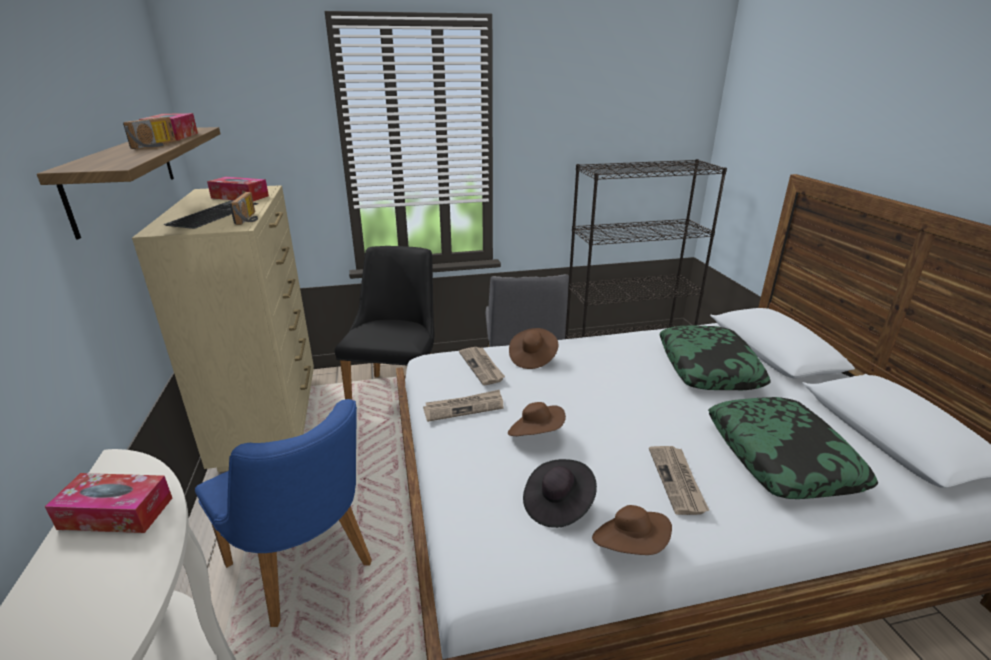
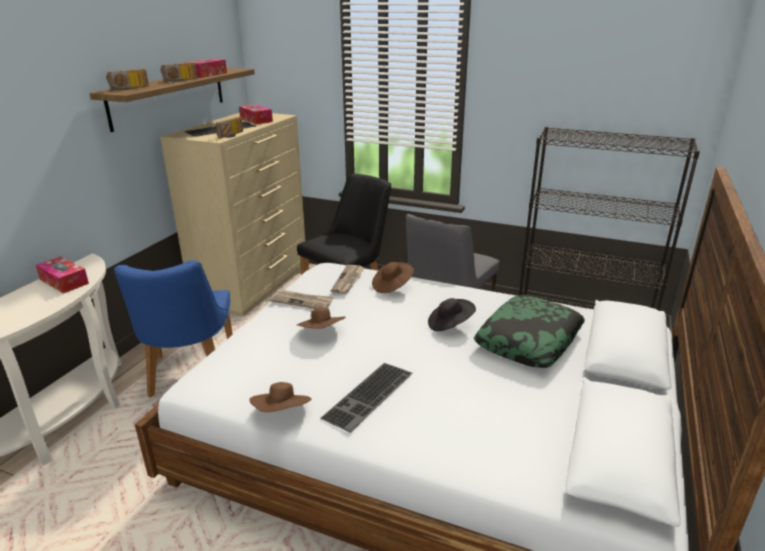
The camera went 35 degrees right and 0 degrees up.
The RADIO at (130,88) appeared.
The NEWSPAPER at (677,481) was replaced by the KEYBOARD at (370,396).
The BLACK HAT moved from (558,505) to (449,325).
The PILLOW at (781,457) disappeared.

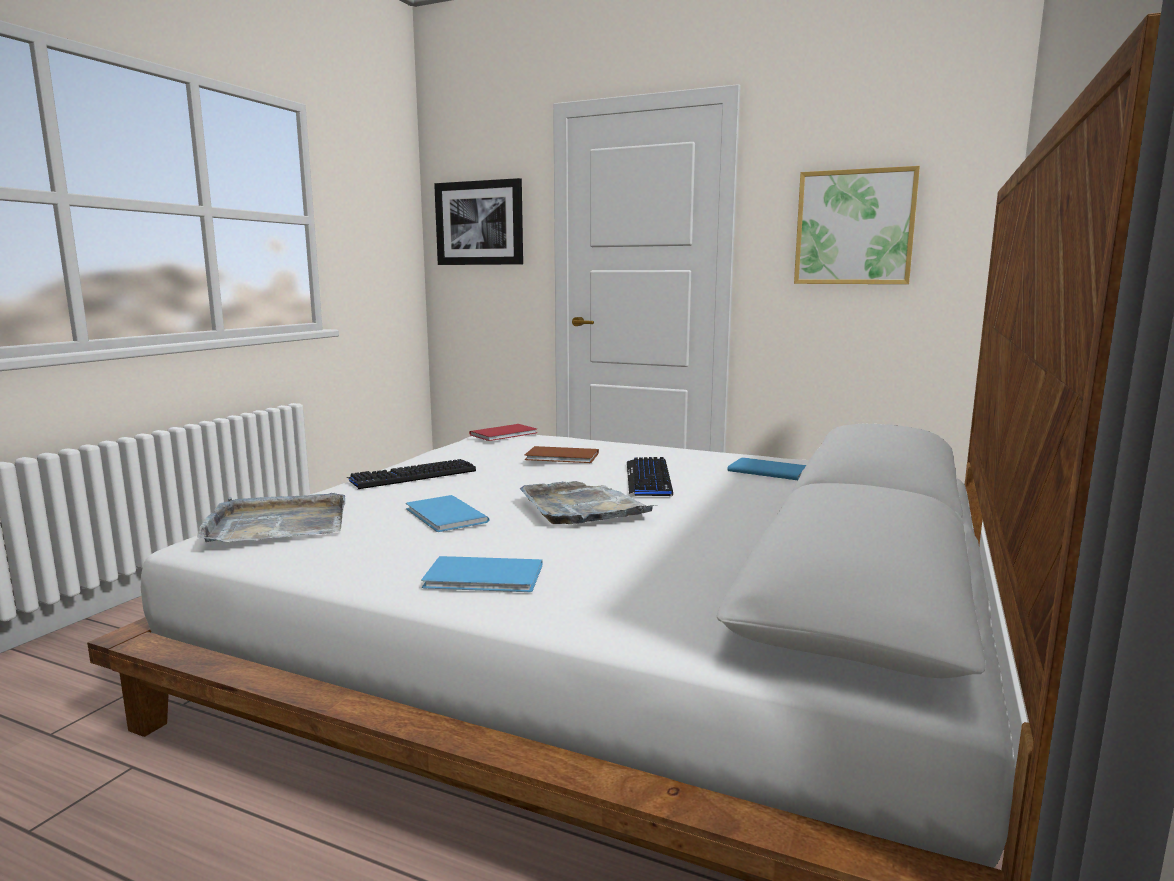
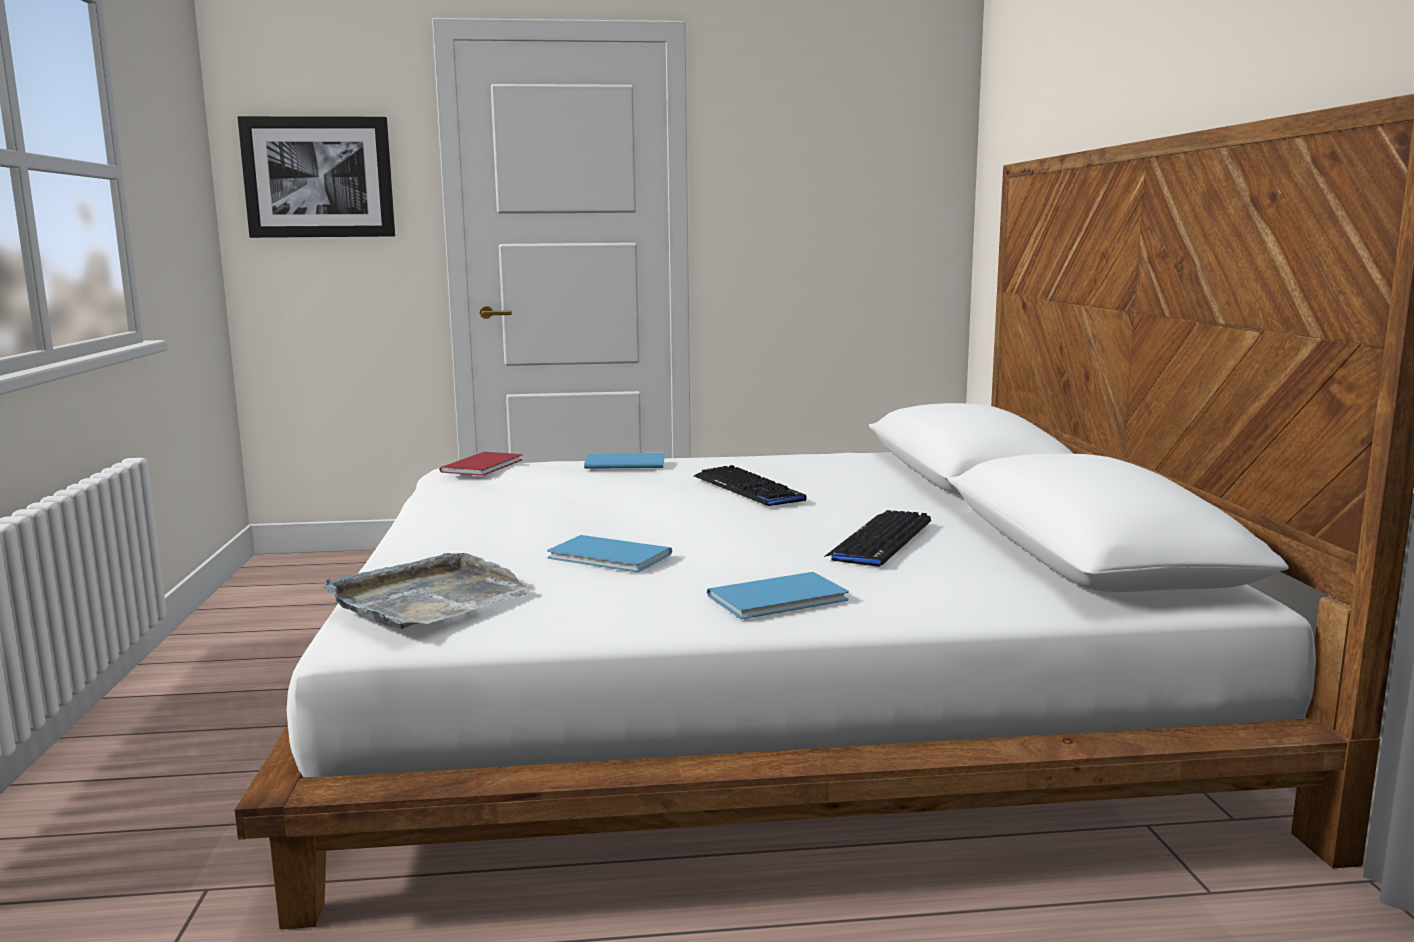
The camera went 30 degrees left and 0 degrees up.
The BLUE BOOK moved from (766,470) to (623,463).
The KEYBOARD moved from (412,476) to (880,540).
The GREY TRAY at (582,507) disappeared.
The BROWN BOOK at (563,457) disappeared.
The PICTURE at (854,227) disappeared.

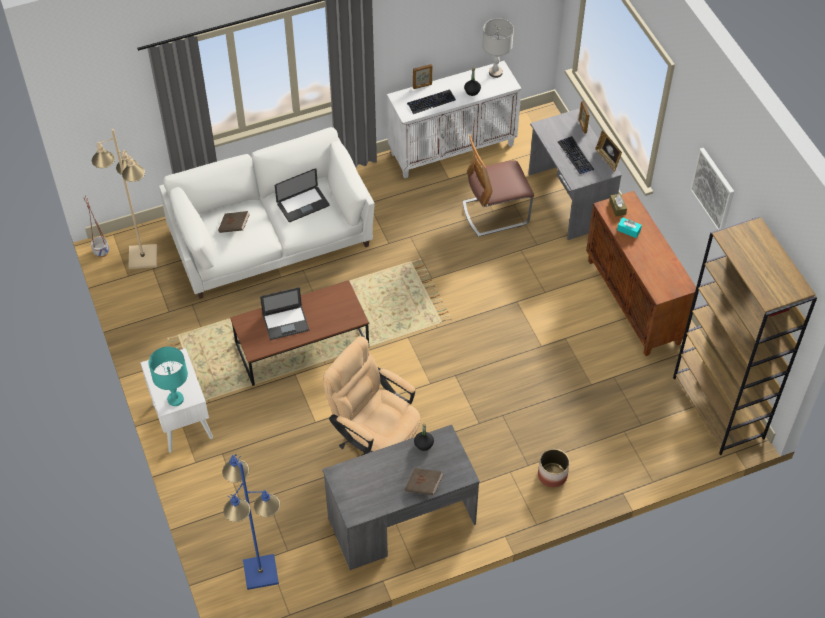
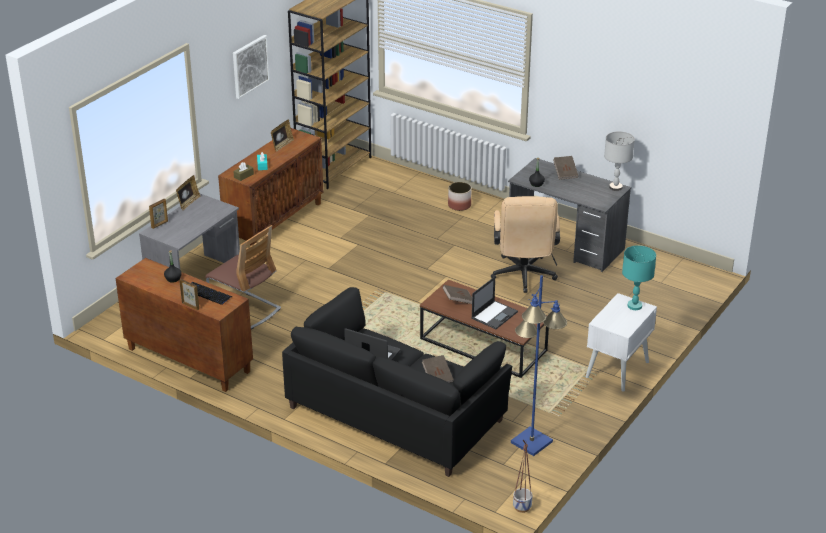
The camera went 125 degrees left and 20 degrees down.
The WHITE CABINET at (452,148) became the BROWN CABINET at (187,360).
The PICTURE FRAME at (282,145) appeared.
The WHITE SOFA at (270,239) became the BLACK SOFA at (396,413).
The BROWN BOOK at (458,300) appeared.
The LAPTOP at (286,322) turned 90 degrees clockwise.
The BLUE FLOOR LAMP moved from (261,572) to (531,442).
The GREY TABLE LAMP moved from (495,72) to (615,187).
The BEIGE FLOOR LAMP at (142,257) disappeared.
The KEYBOARD at (575,156) disappeared.

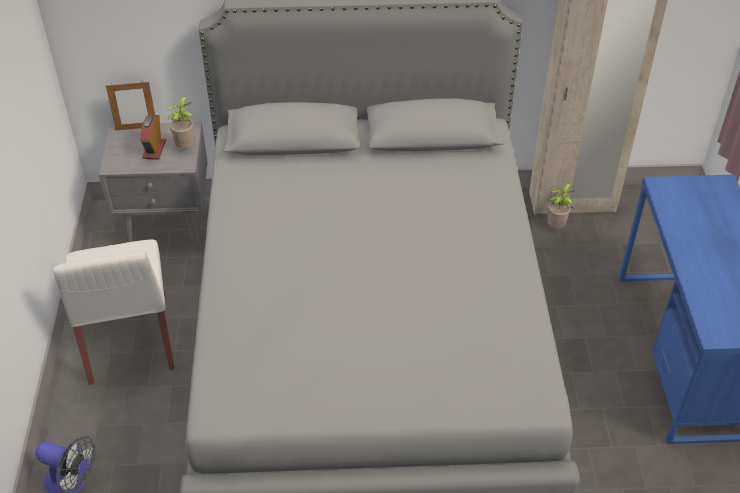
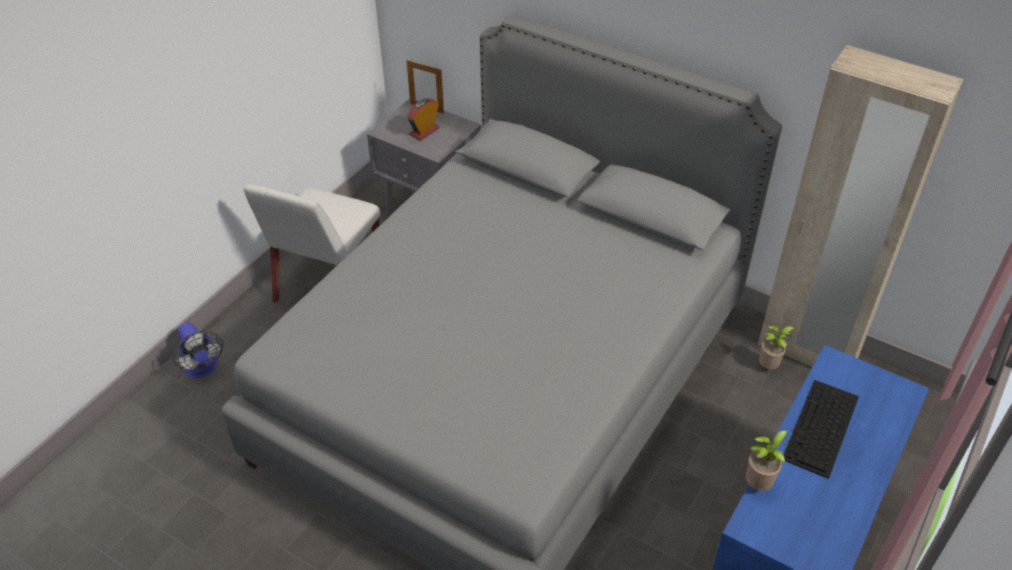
The camera went 35 degrees right and 0 degrees up.
The POTTED PLANT moved from (186,147) to (759,484).
The KEYBOARD at (821,428) appeared.

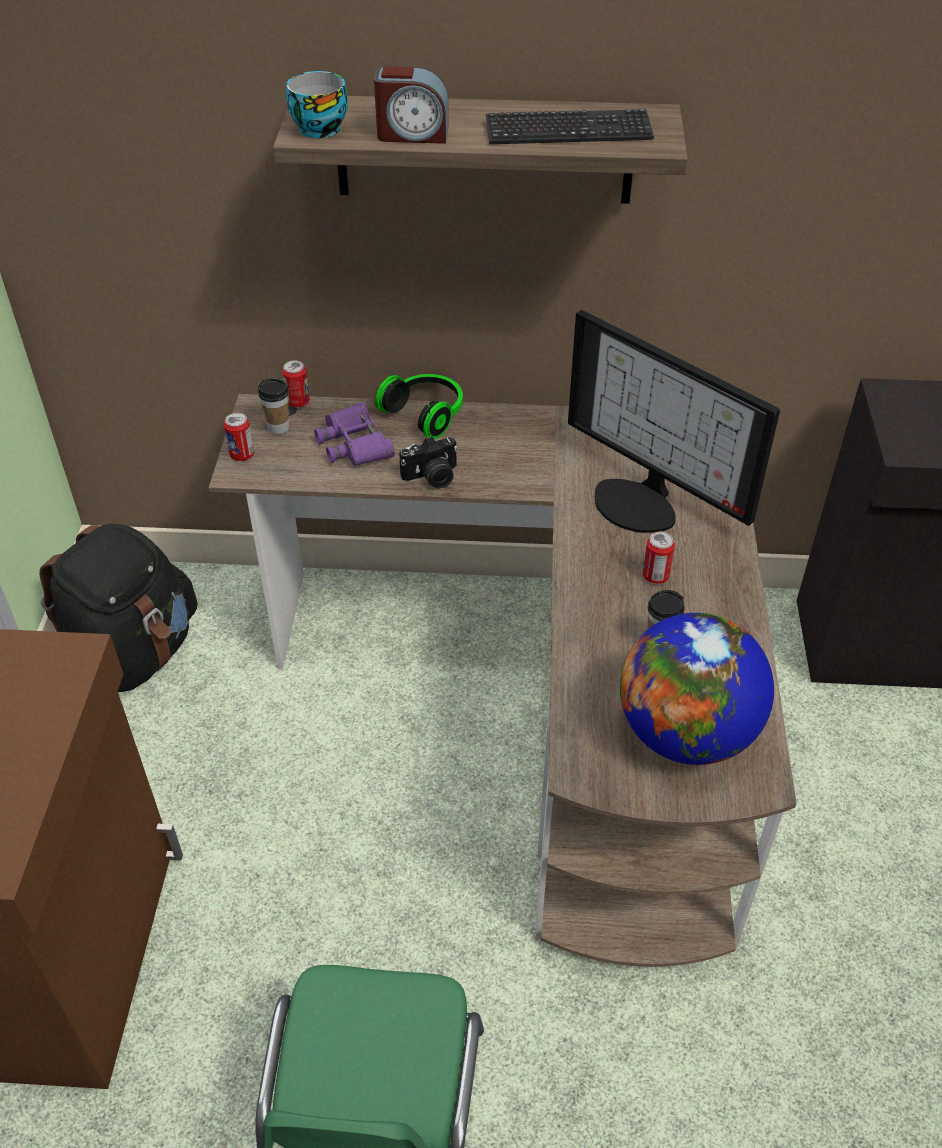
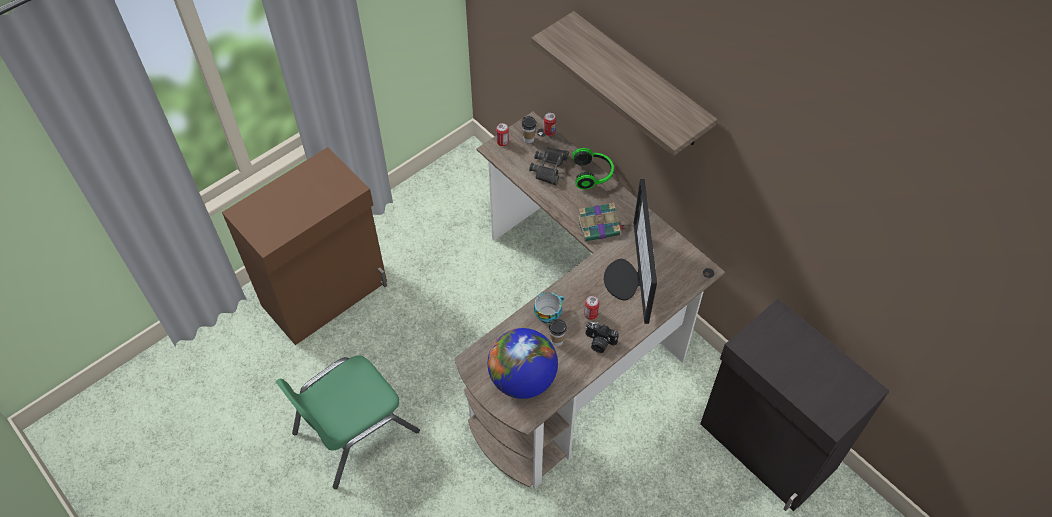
The camera went 45 degrees right and 10 degrees up.
The PURPLE BINOCULARS at (354,443) became the BLACK BINOCULARS at (549,168).
The CUP moved from (319,127) to (548,313).
The BOOK at (599,227) appeared.
The PHOTO CAMERA moved from (432,477) to (599,342).
The BLACK BACKPACK at (133,657) disappeared.
The ALARM CLOCK at (412,134) disappeared.
The KEYBOARD at (568,131) disappeared.

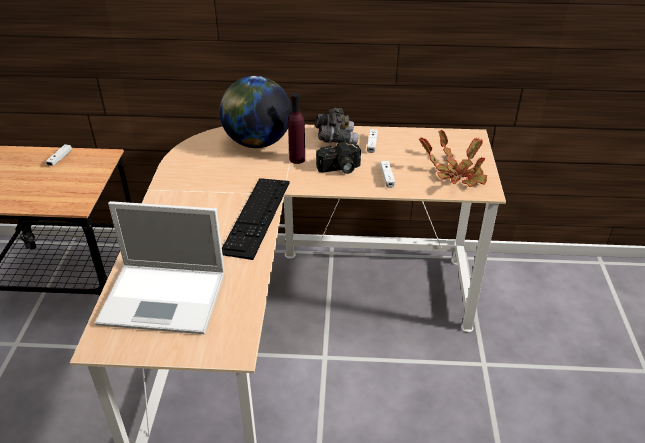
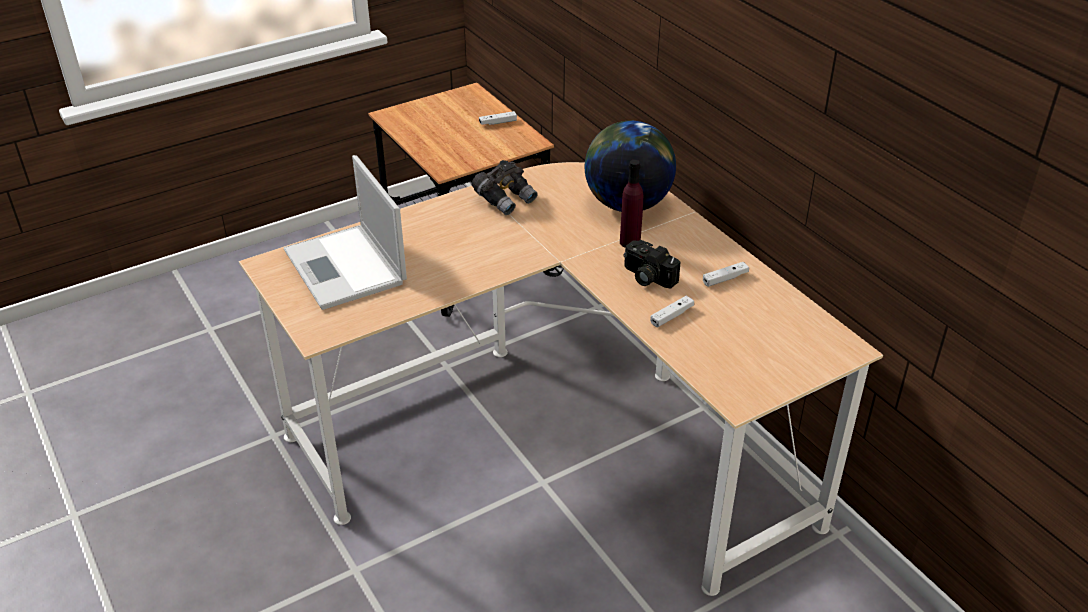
The camera went 55 degrees right and 0 degrees up.
The GREY BINOCULARS moved from (335,138) to (505,199).
The KEYBOARD at (256,216) disappeared.
The POTTED PLANT at (457,174) disappeared.

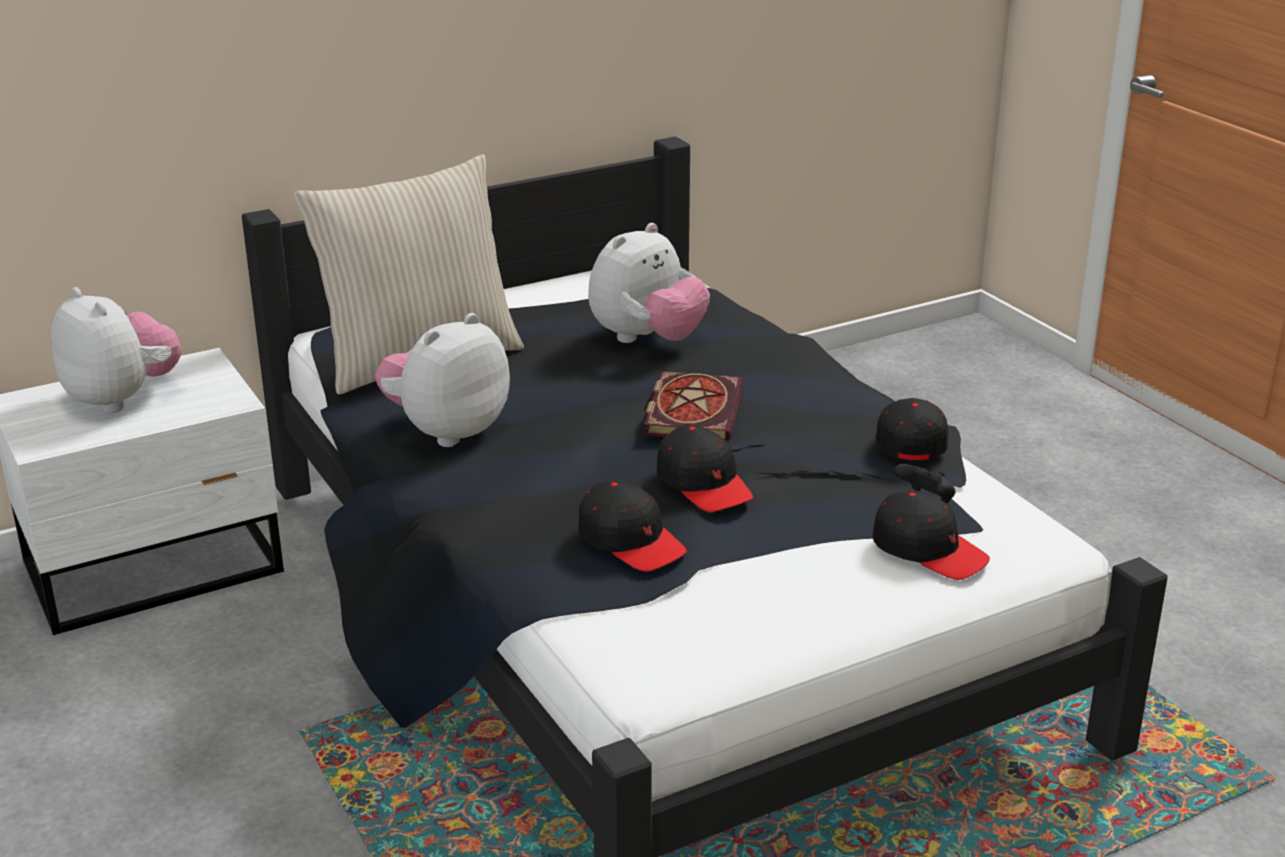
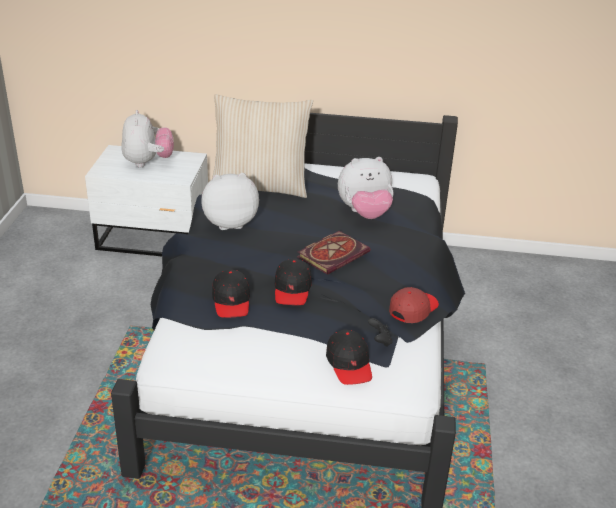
The camera went 35 degrees right and 5 degrees up.
The BLACK CAP at (909,439) became the RED CAP at (413,309).

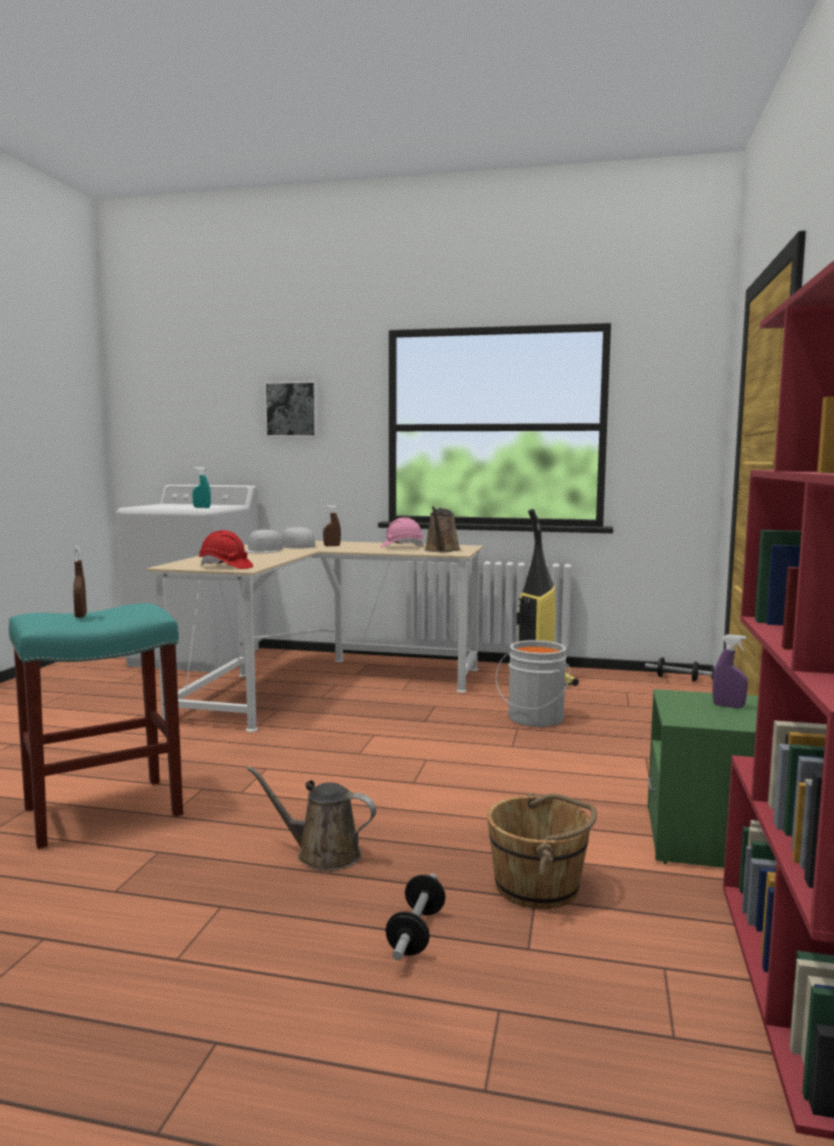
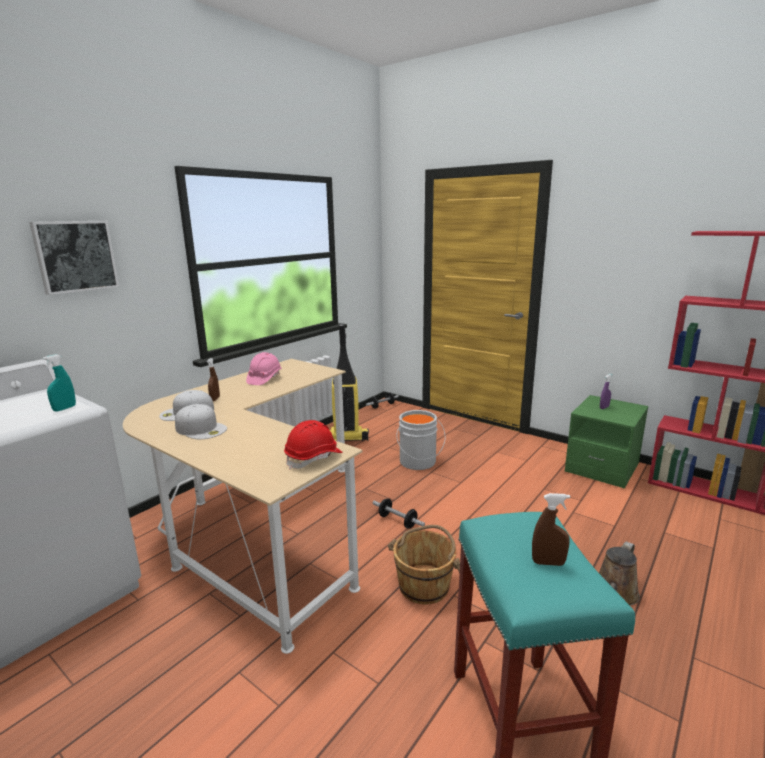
The camera went 65 degrees left and 10 degrees up.
The DUMBBELL moved from (416,933) to (397,521).
The BROWN BUCKET moved from (538,886) to (424,585).
The BROWN WATERING CAN at (441,550) disappeared.

